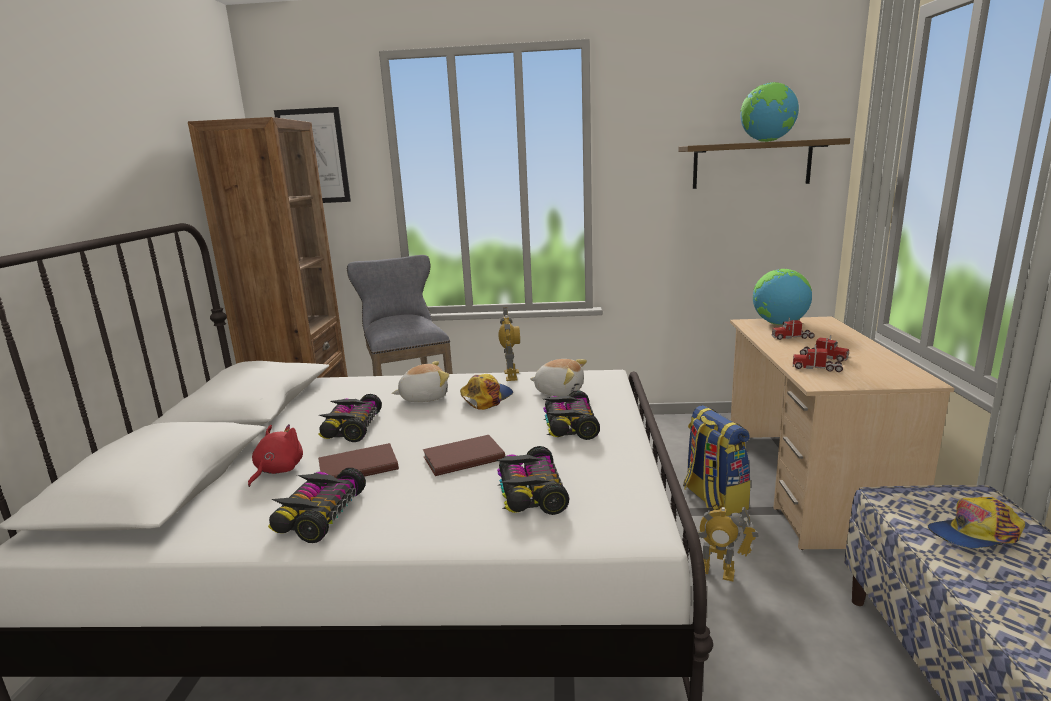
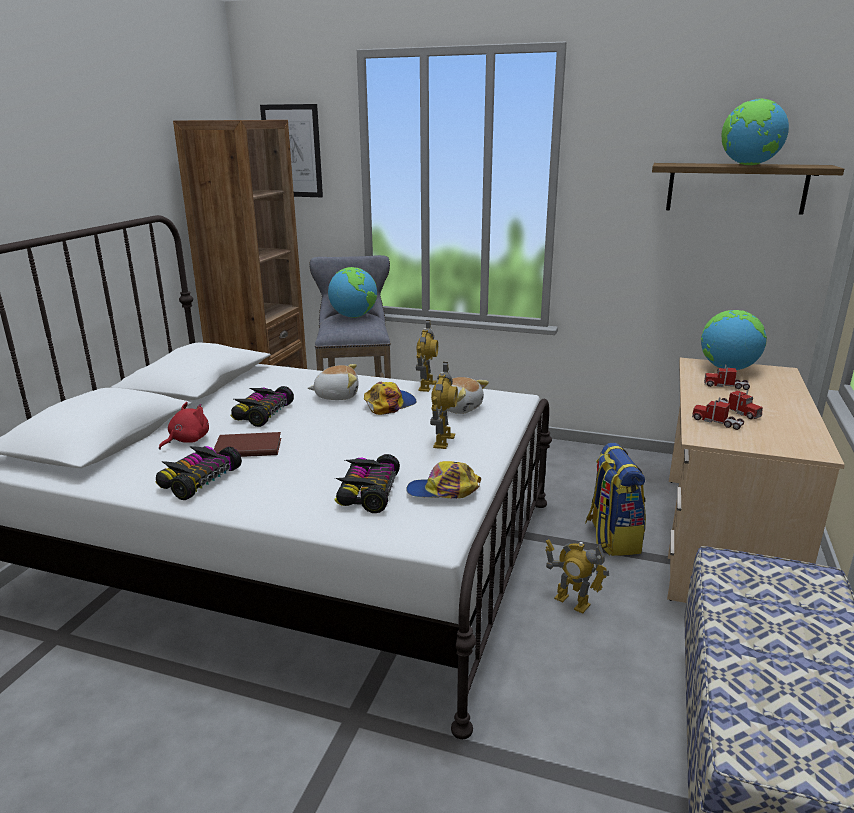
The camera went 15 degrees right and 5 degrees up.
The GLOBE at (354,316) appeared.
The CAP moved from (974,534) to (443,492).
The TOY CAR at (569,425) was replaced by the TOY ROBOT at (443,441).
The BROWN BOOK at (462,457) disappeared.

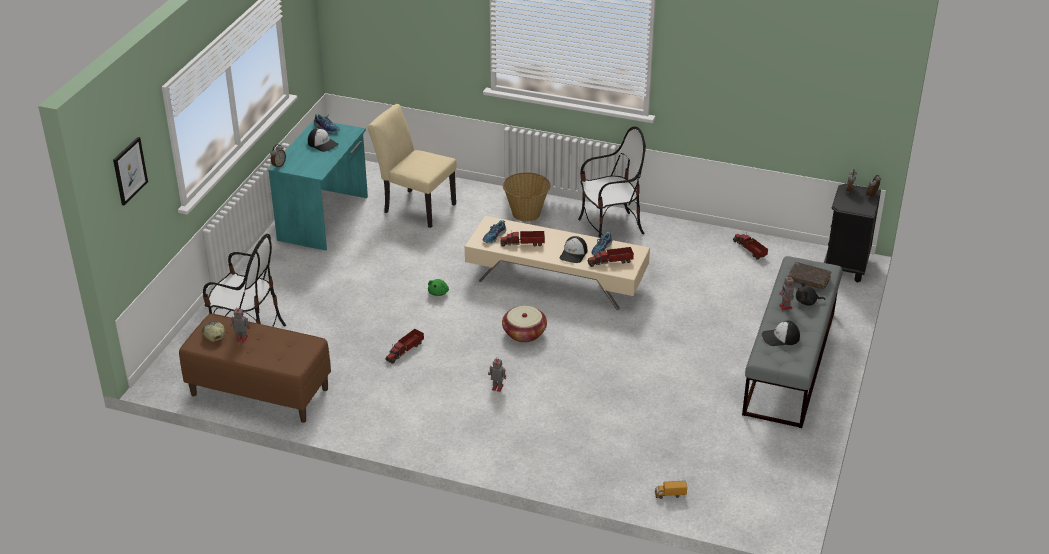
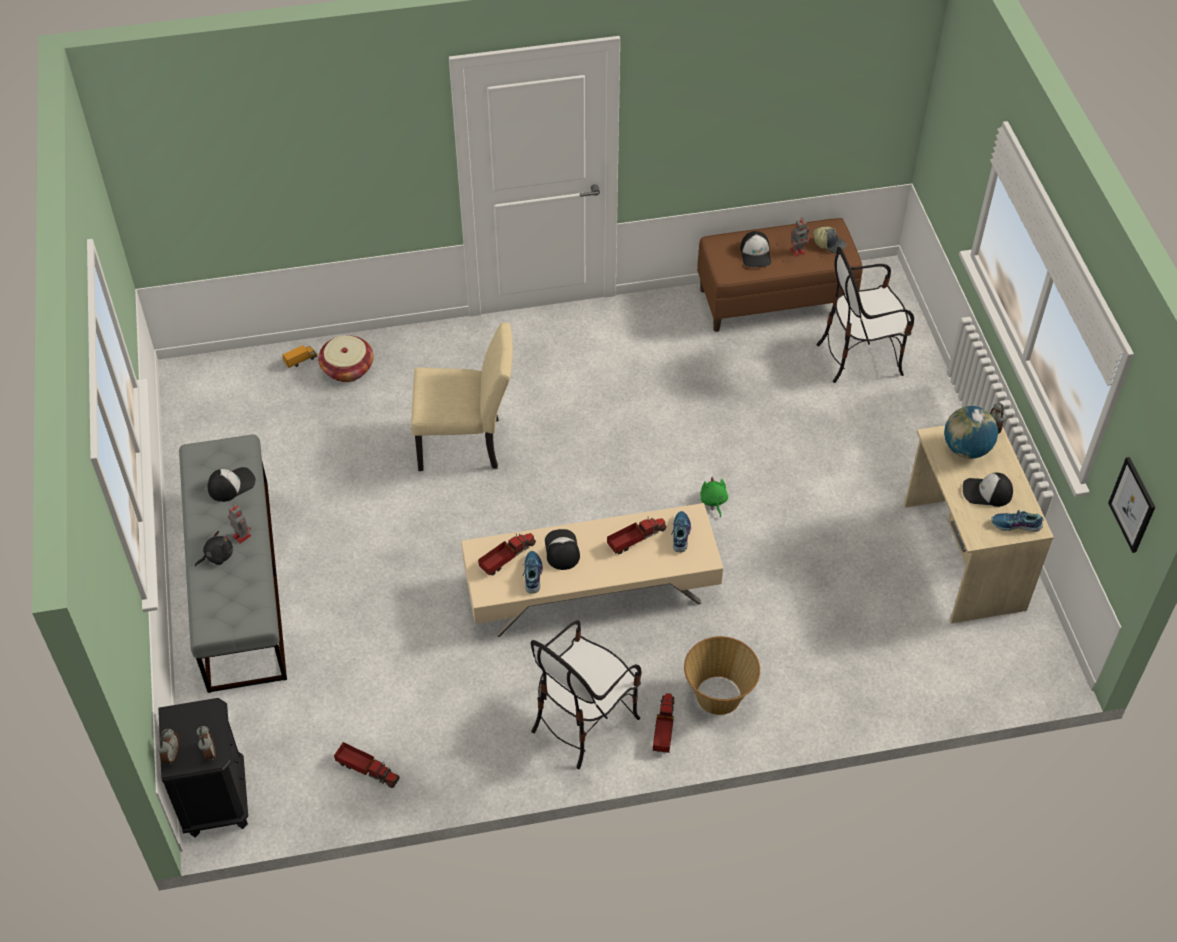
The camera went 150 degrees right and 15 degrees up.
The BASKET moved from (524,333) to (347,368).
The BEIGE CHAIR moved from (415,207) to (467,444).
The TOY TRUCK moved from (405,350) to (664,728).
The CAP at (756,254) appeared.
The TURQUOISE DESK at (324,218) became the BEIGE DESK at (962,557).
The GLOBE at (966,449) appeared.
The PICTURE moved from (129,170) to (1132,504).
The TOY ROBOT at (497,387) disappeared.
The BROWN BOOK at (808,280) disappeared.

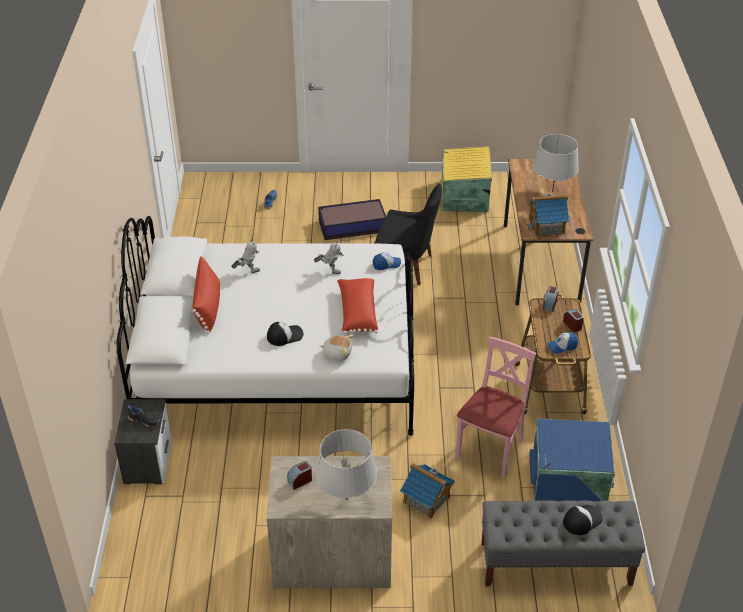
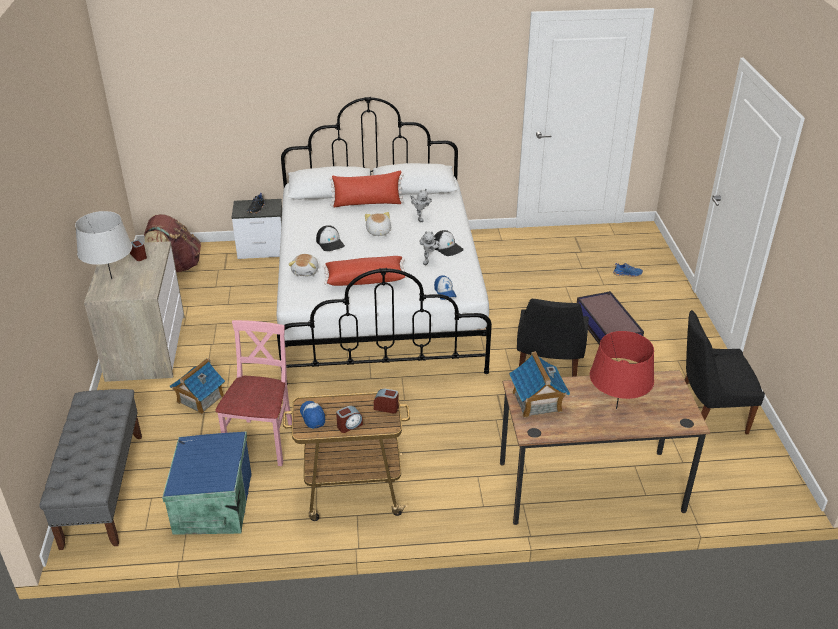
The camera went 85 degrees right and 5 degrees down.
The BROWN BACKPACK at (176,266) appeared.
The PINK CHAIR at (491,449) turned 105 degrees counterclockwise.
The PLUSH TOY at (378,232) appeared.
The CAP moved from (582,520) to (447,247).
The GREY TABLE LAMP at (552,192) became the RED TABLE LAMP at (616,409).
The YELLOW STORAGE BOX at (463,196) was replaced by the BLACK CHAIR at (708,414).

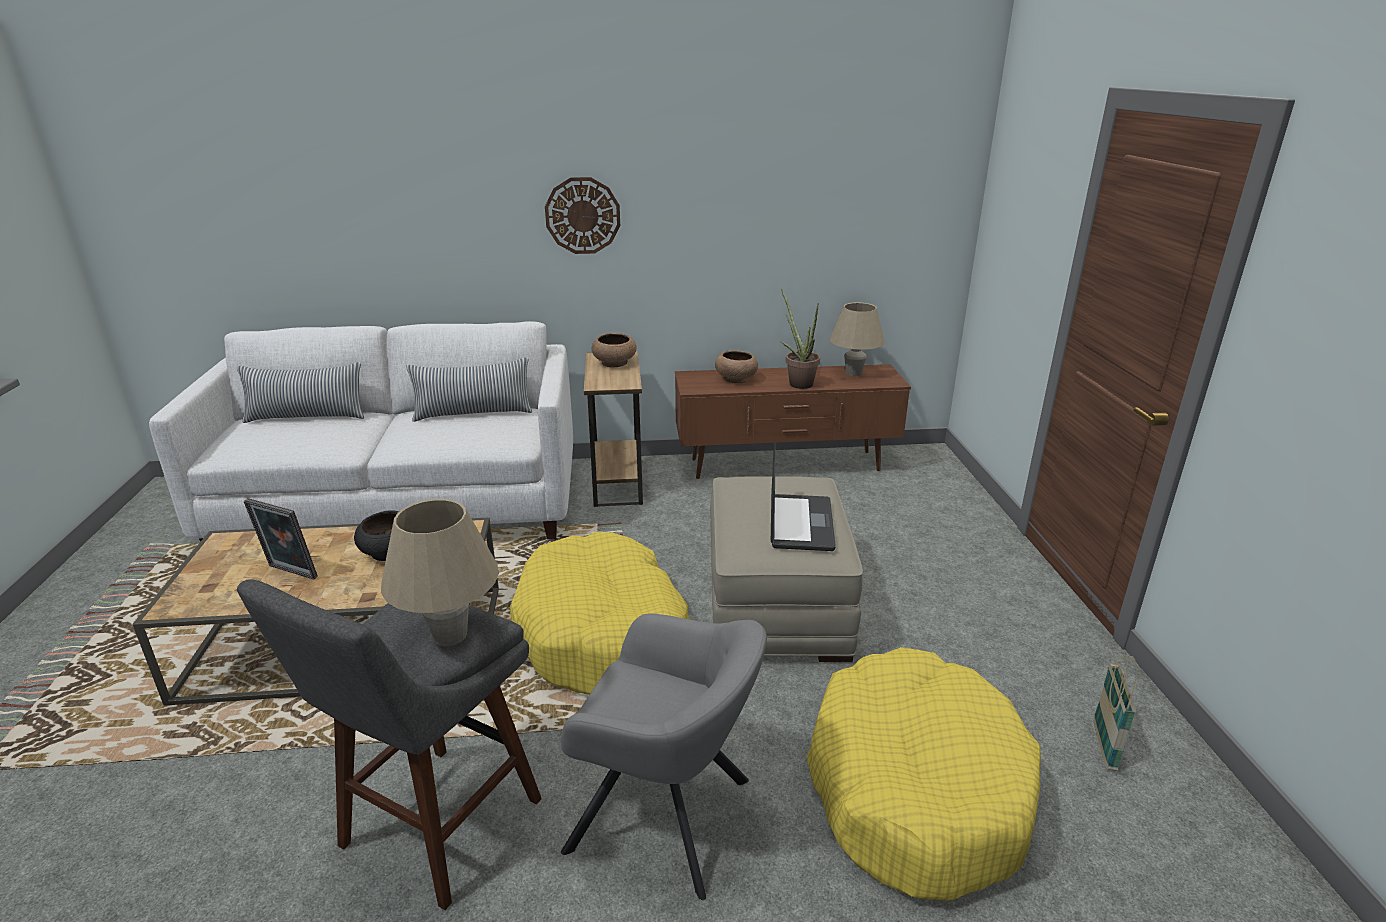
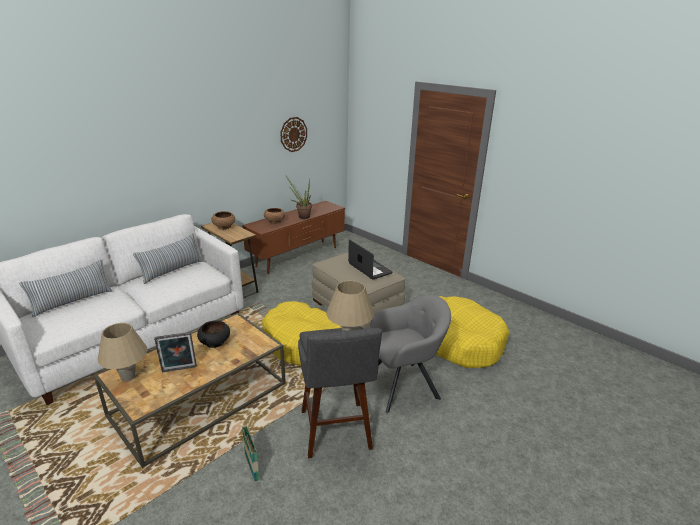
The camera went 40 degrees left and 0 degrees up.
The BEIGE TABLE LAMP moved from (853,373) to (128,377).
The BASKET moved from (1104,746) to (252,468).
The WALL CLOCK moved from (582,215) to (293,134).

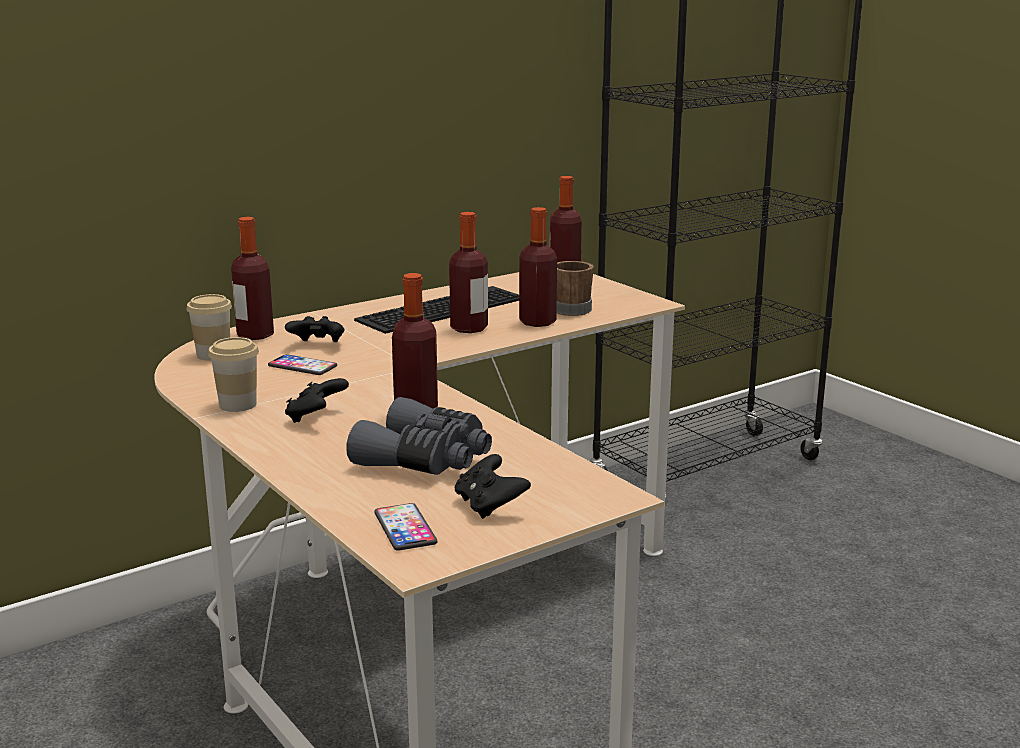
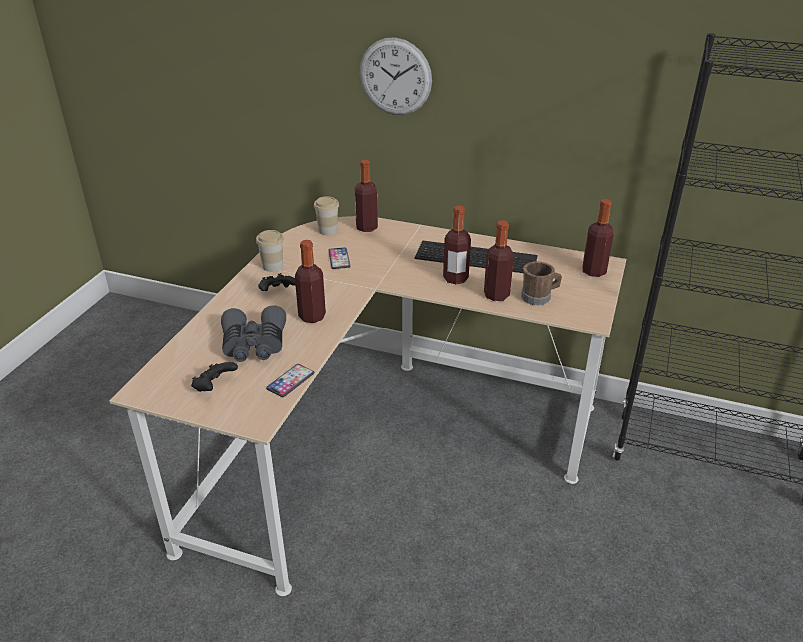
The camera went 55 degrees right and 15 degrees up.
The PHONE moved from (405,528) to (290,381).
The WALL CLOCK at (395,77) appeared.
The BLACK GAME CONTROLLER at (317,345) disappeared.

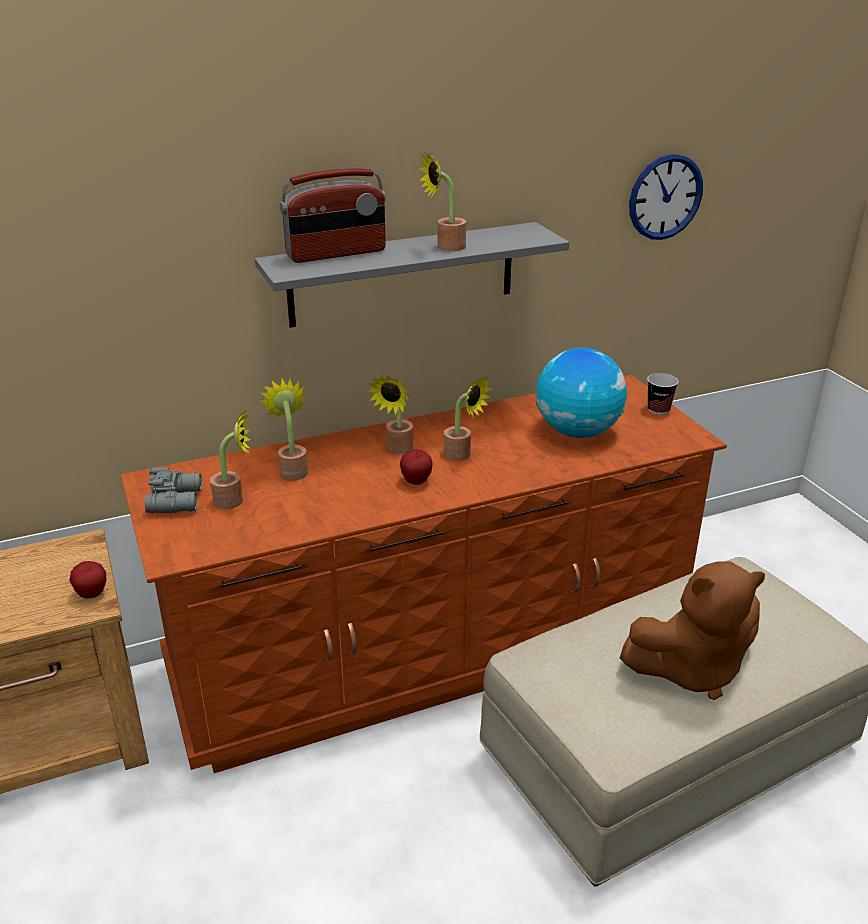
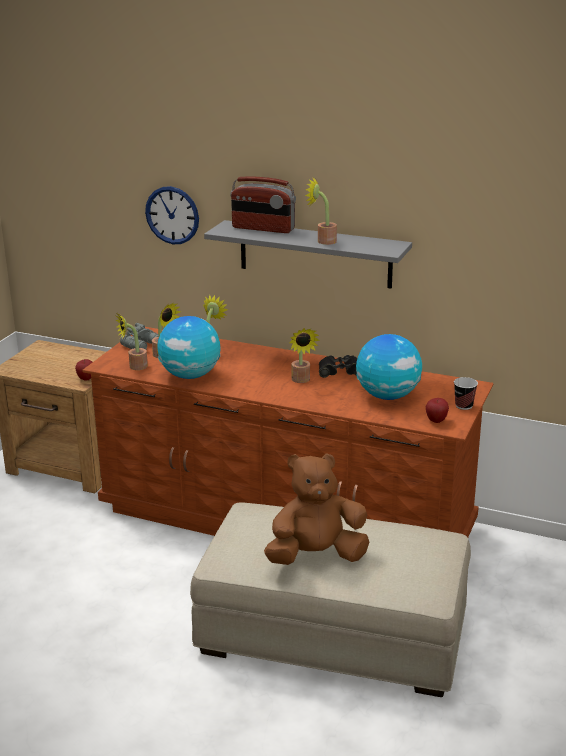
The camera went 45 degrees right and 5 degrees down.
The POTTED PLANT moved from (397,449) to (134,367).
The WALL CLOCK moved from (665,197) to (172,215).
The GLOBE at (190,375) appeared.
The BROWN PLUSH TOY at (691,669) turned 135 degrees clockwise.
The BLACK BINOCULARS at (340,371) appeared.
The APPLE moved from (416,482) to (436,421).

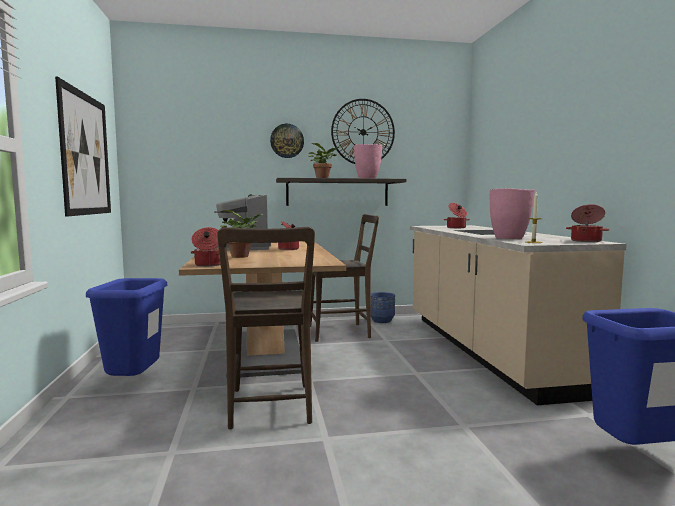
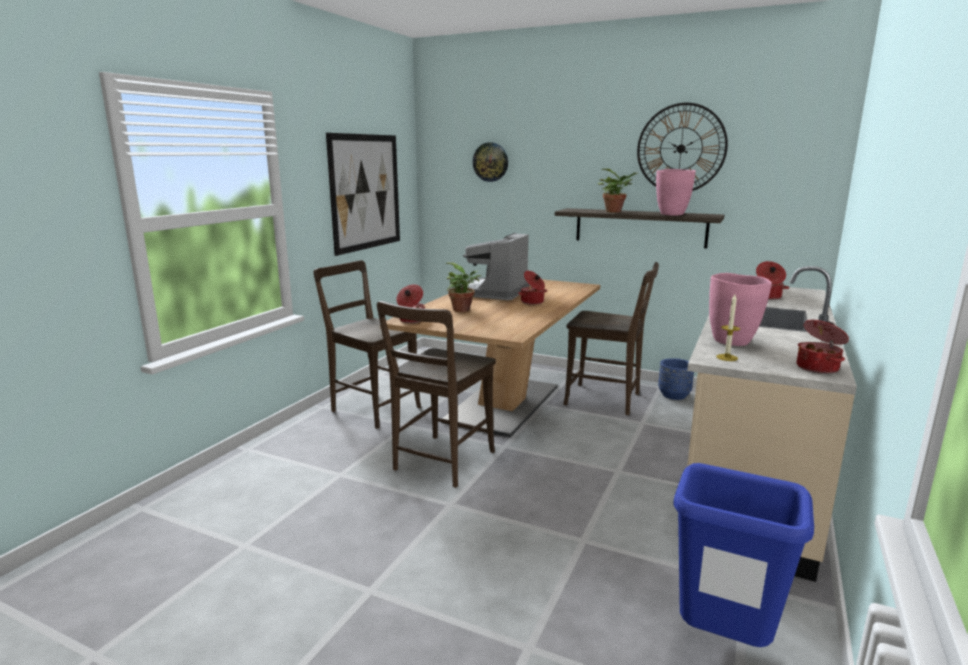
The camera went 35 degrees right and 10 degrees up.
The BLUE TRASH CAN at (134,384) was replaced by the BROWN CHAIR at (372,408).
The WALL CLOCK moved from (287,141) to (490,162).

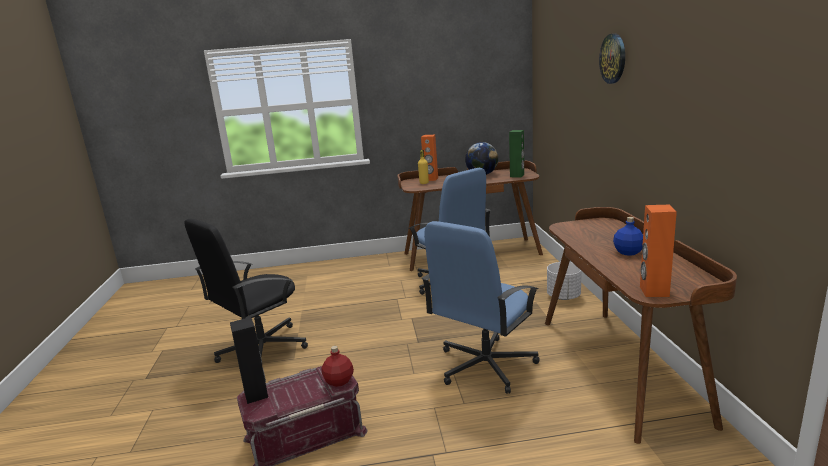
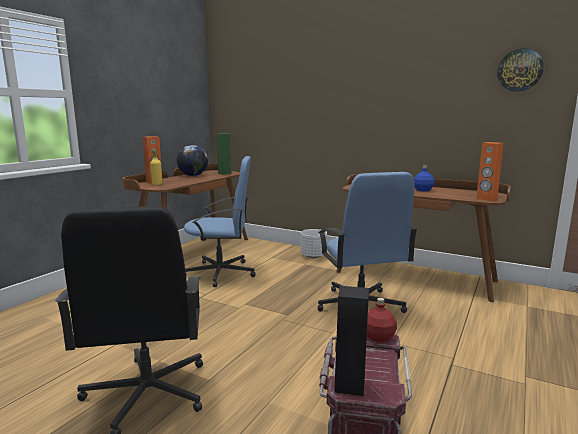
The camera went 55 degrees left and 5 degrees down.
The WALL CLOCK moved from (613,58) to (520,70).

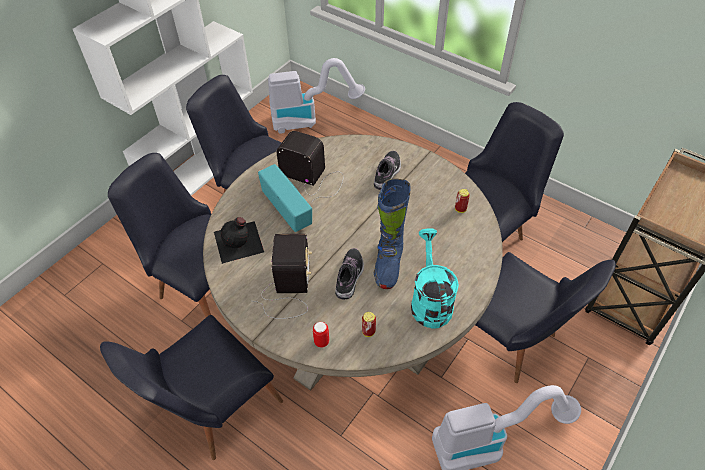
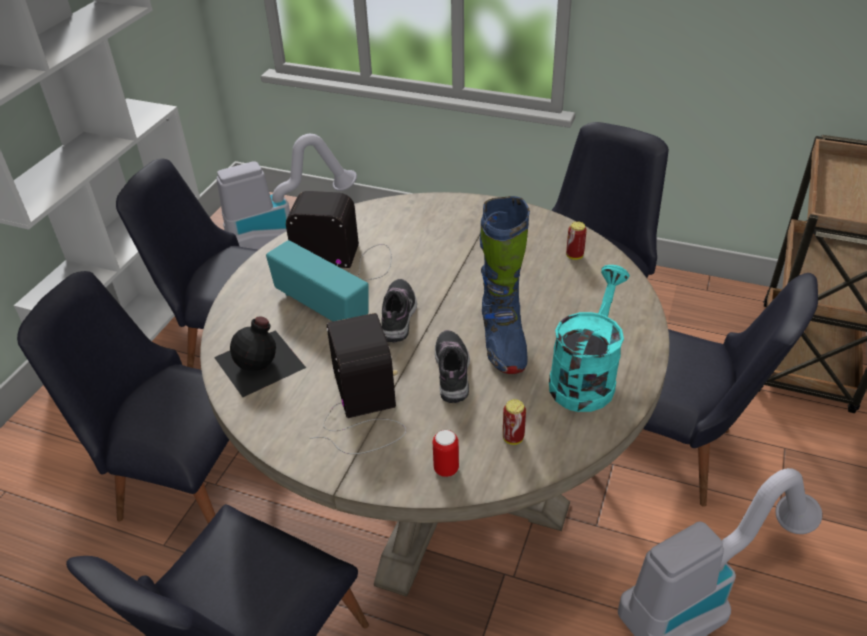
The camera went 15 degrees left and 10 degrees down.
The SHOE moved from (387,173) to (398,316).
The TURQUOISE WATERING CAN at (430,300) turned 45 degrees clockwise.

